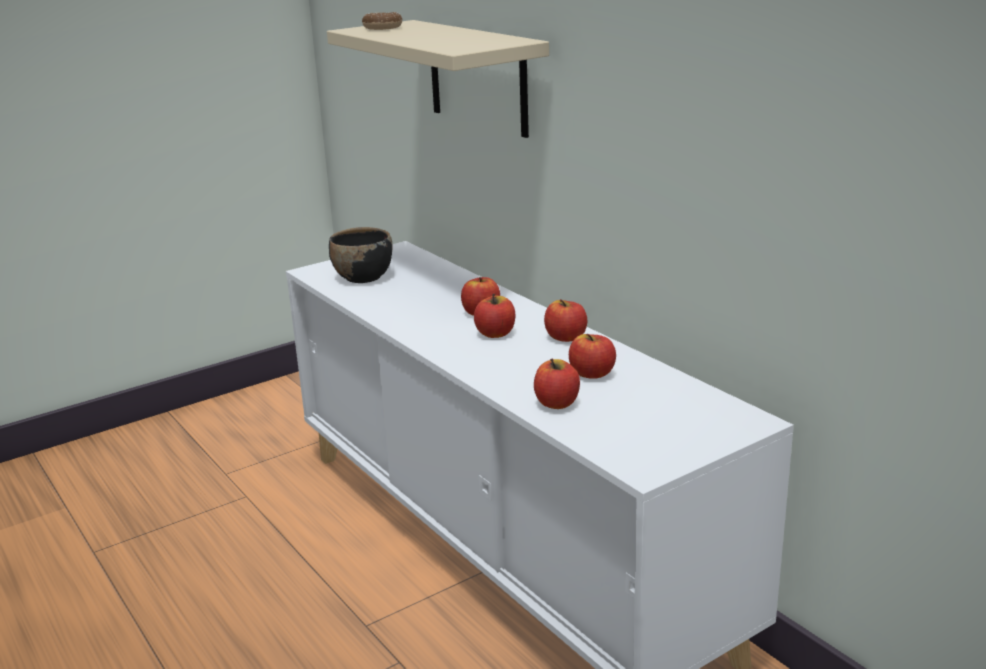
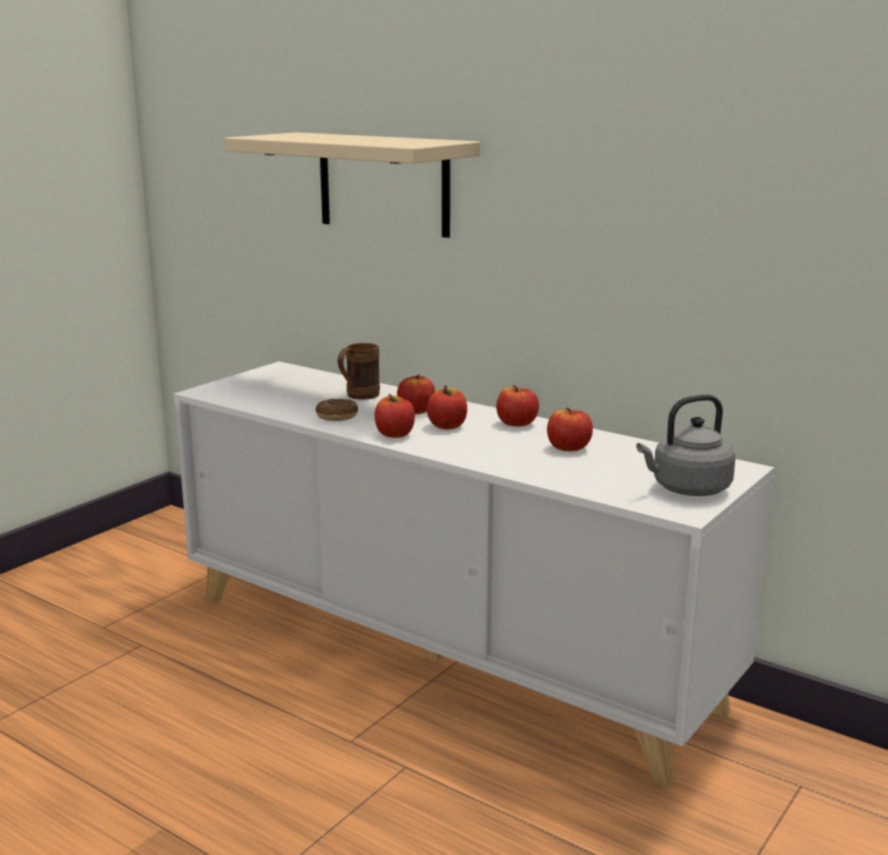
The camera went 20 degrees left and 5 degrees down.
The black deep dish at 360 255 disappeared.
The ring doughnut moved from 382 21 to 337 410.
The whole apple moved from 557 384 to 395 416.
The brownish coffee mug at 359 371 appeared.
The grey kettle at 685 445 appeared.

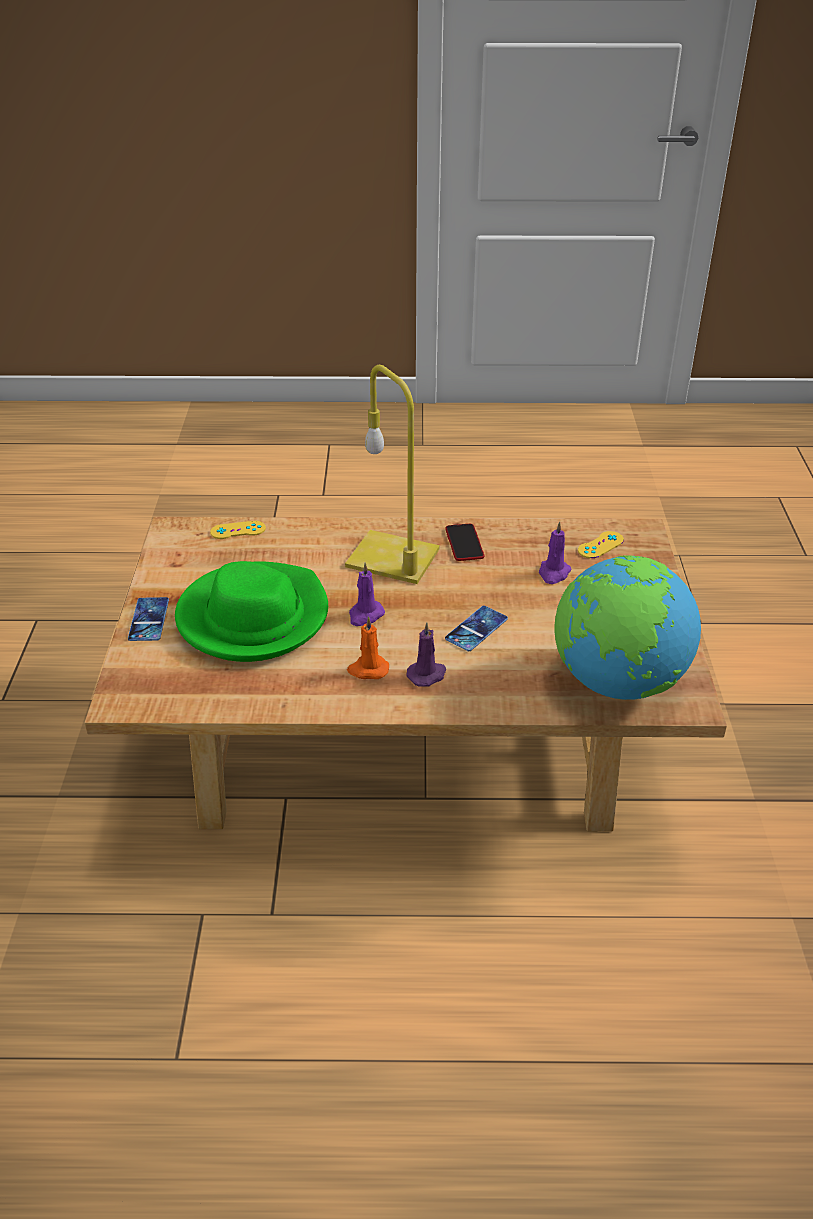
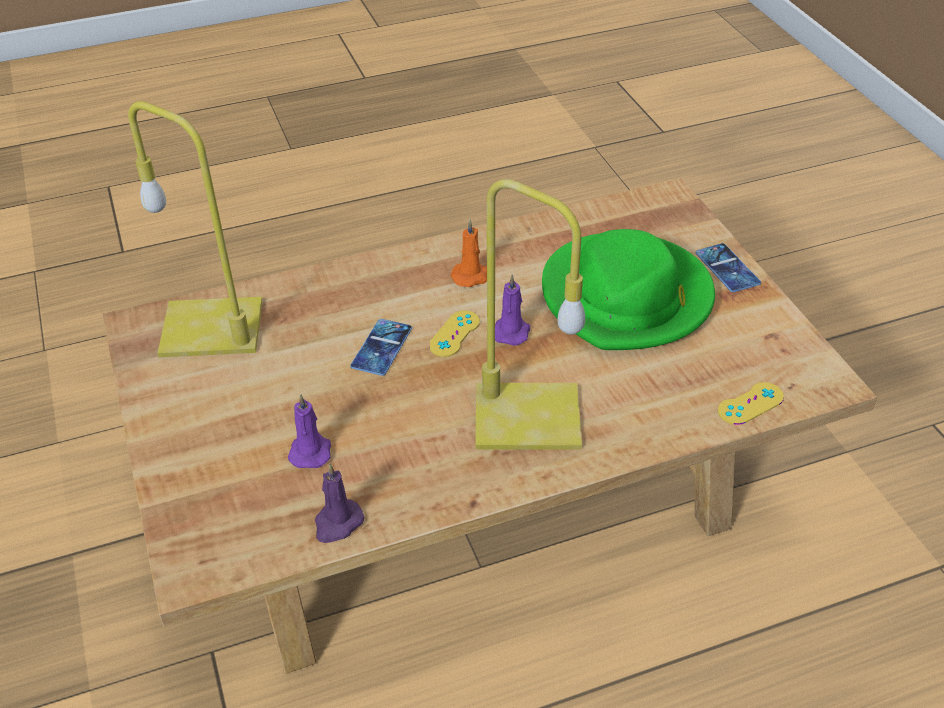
The camera went 160 degrees right and 5 degrees up.
The purplish wax light moved from 427 654 to 339 503.
The telephone at 464 542 disappeared.
The desk globe at 627 627 was replaced by the yellowish tabletop lamp at 195 229.
The yellowish game controller moved from 601 545 to 454 333.

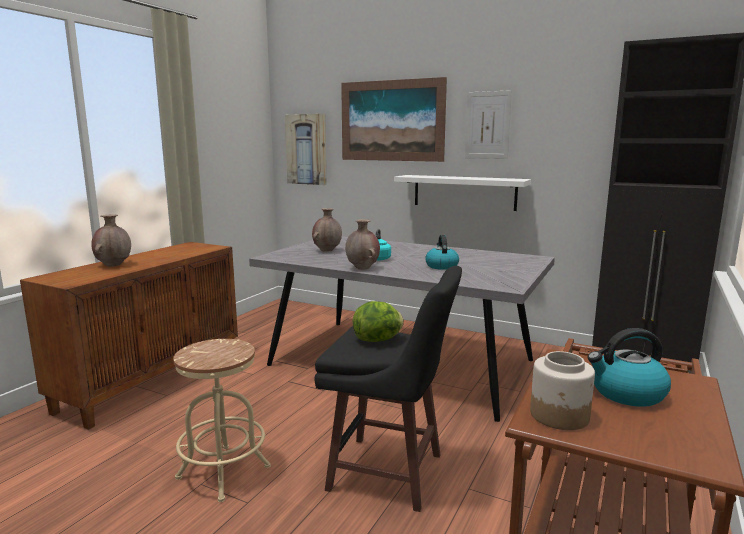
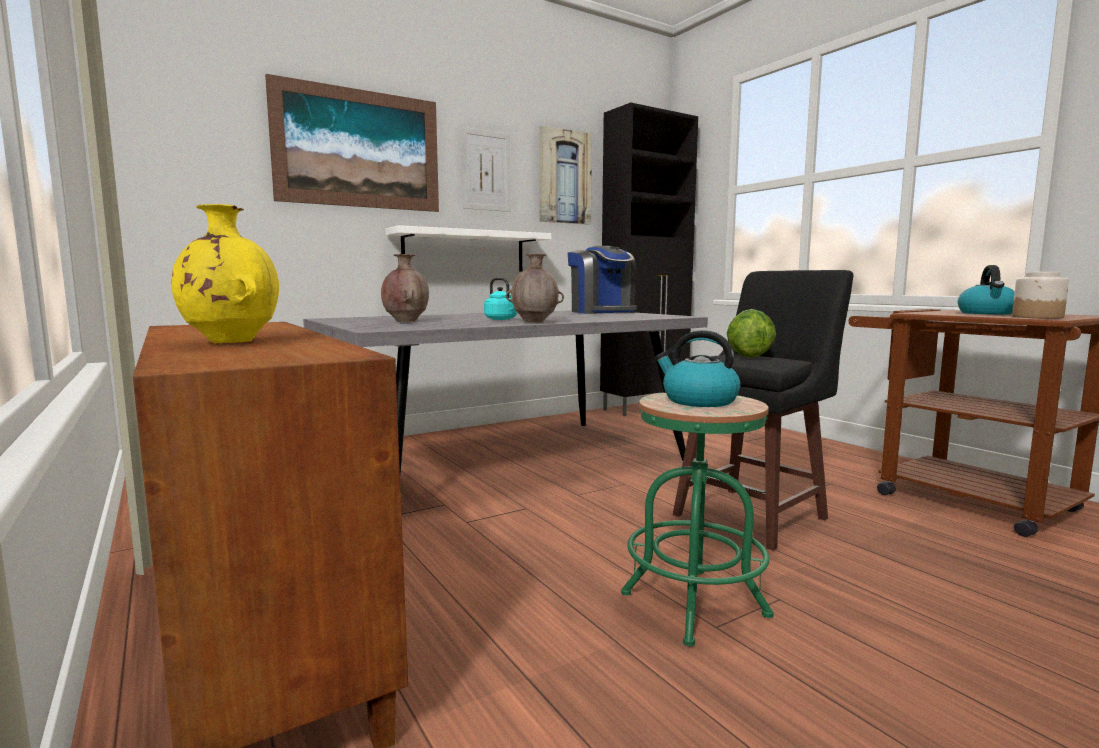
The camera went 60 degrees left and 5 degrees down.
The brownish flower vase at 111 240 became the yellowish flower vase at 225 273.
The beige stool at 222 420 became the greenish stool at 697 519.
The wall picture moved from 306 149 to 565 175.
The kettle moved from 442 252 to 698 368.
The coffee maker at 602 280 appeared.

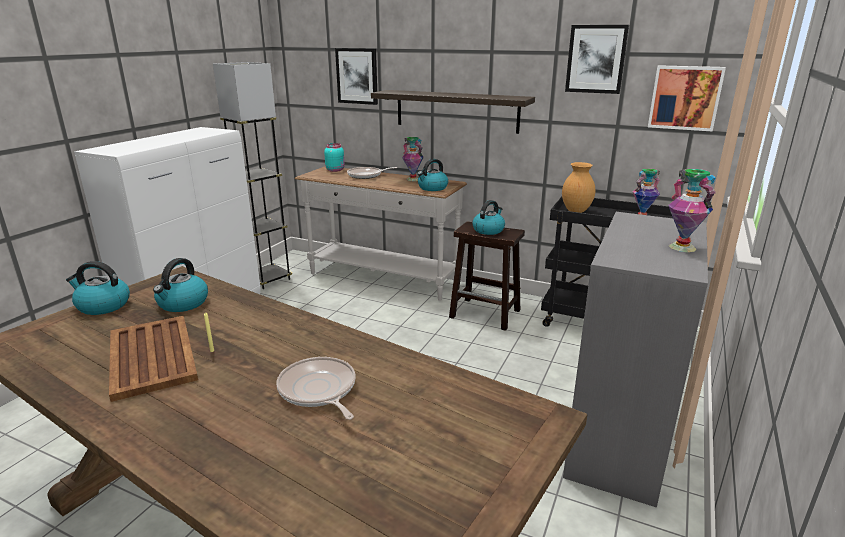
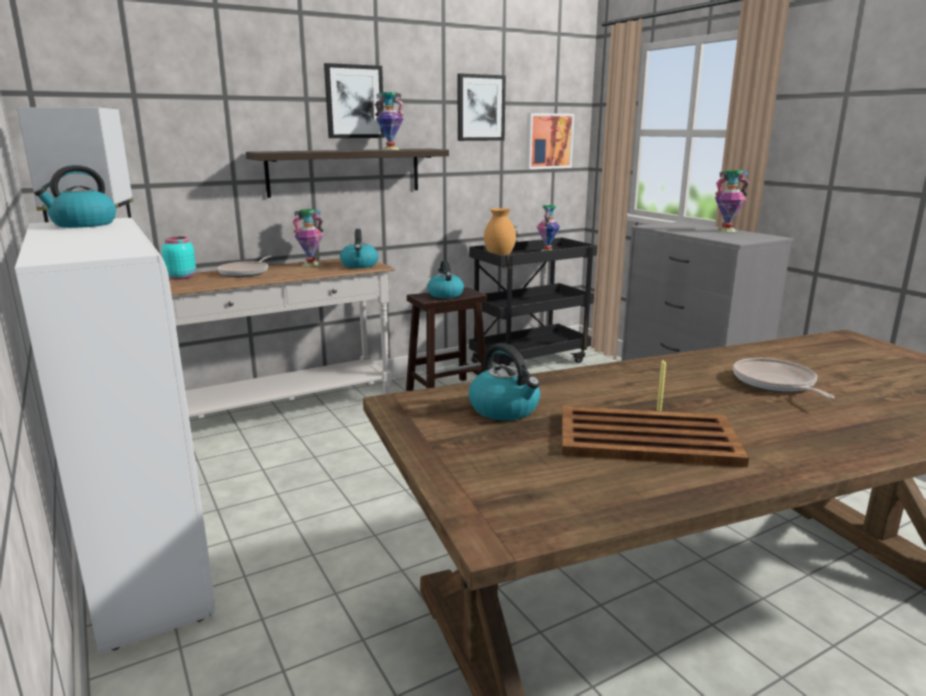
The camera went 55 degrees left and 5 degrees down.
The kettle moved from 98 288 to 75 196.
The frying pan at 316 388 turned 75 degrees clockwise.
The wall picture moved from 356 76 to 354 100.
The flower vase at 389 121 appeared.

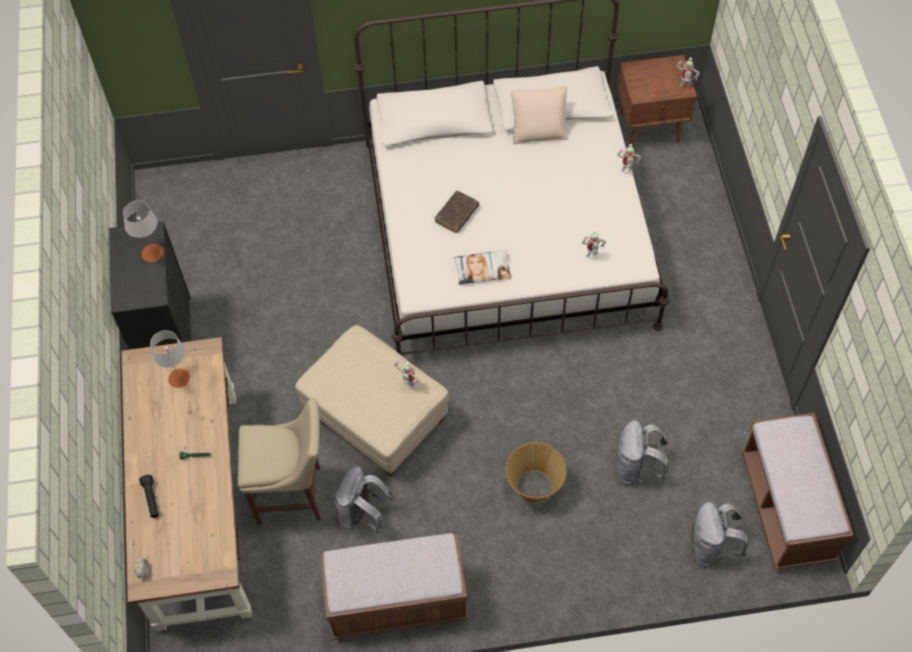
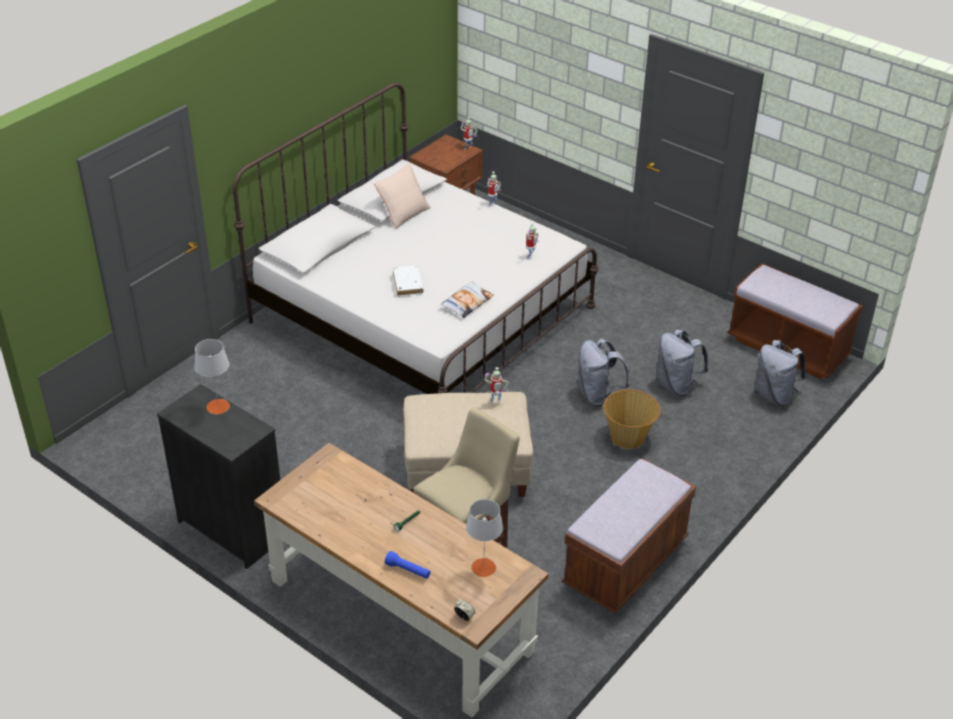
The camera went 45 degrees left and 20 degrees down.
The black flashlight at 149 496 became the blue-coloured flashlight at 407 565.
The grey tabletop lamp moved from 170 359 to 484 538.
The grey backpack moved from 364 500 to 603 372.
The brownish volume at 457 212 became the white-coloured volume at 408 281.

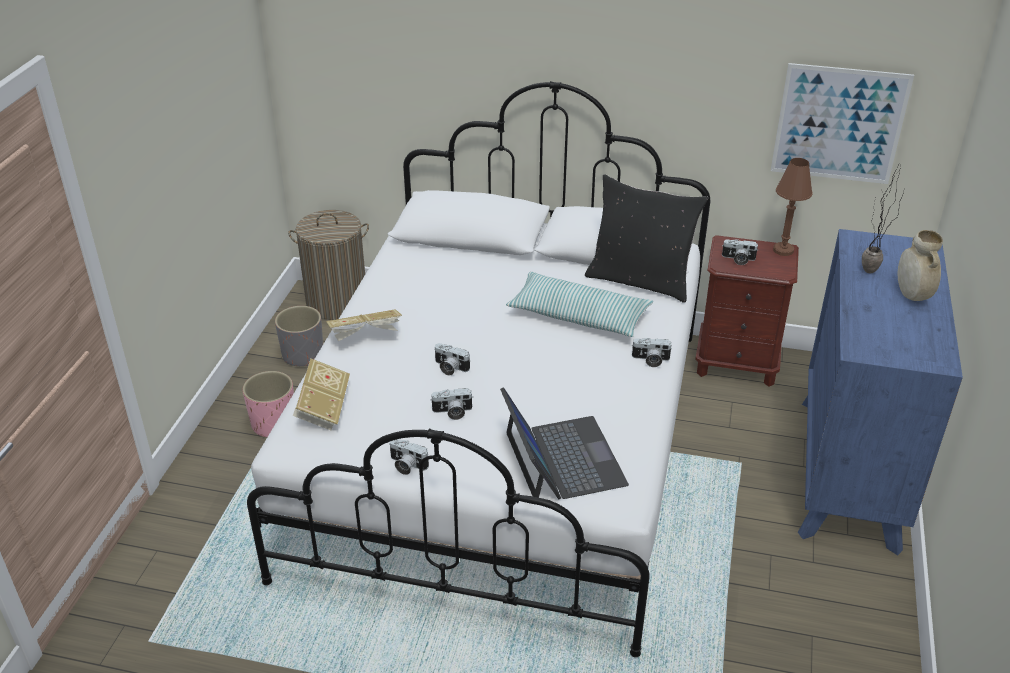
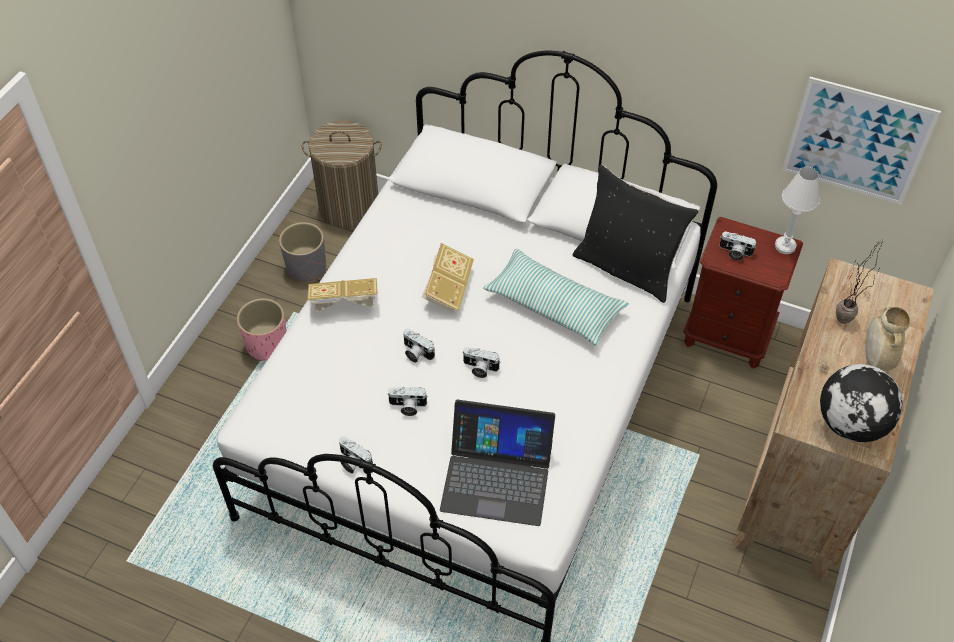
The camera went 10 degrees right and 15 degrees up.
The volume moved from 321 394 to 447 278.
The notebook computer at 564 443 turned 105 degrees clockwise.
The photo camera moved from 652 352 to 481 362.
The brownish tabletop lamp at 793 207 became the white-coloured tabletop lamp at 797 210.
The blue-coloured drawer chest at 880 392 became the brownish drawer chest at 833 420.
The desk globe at 861 403 appeared.

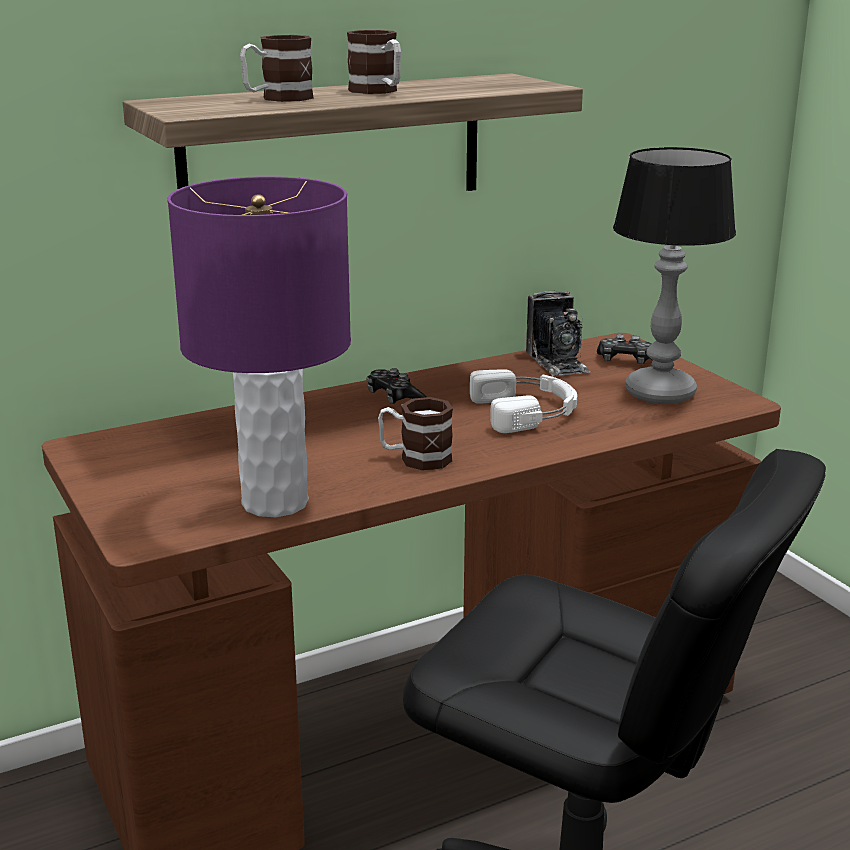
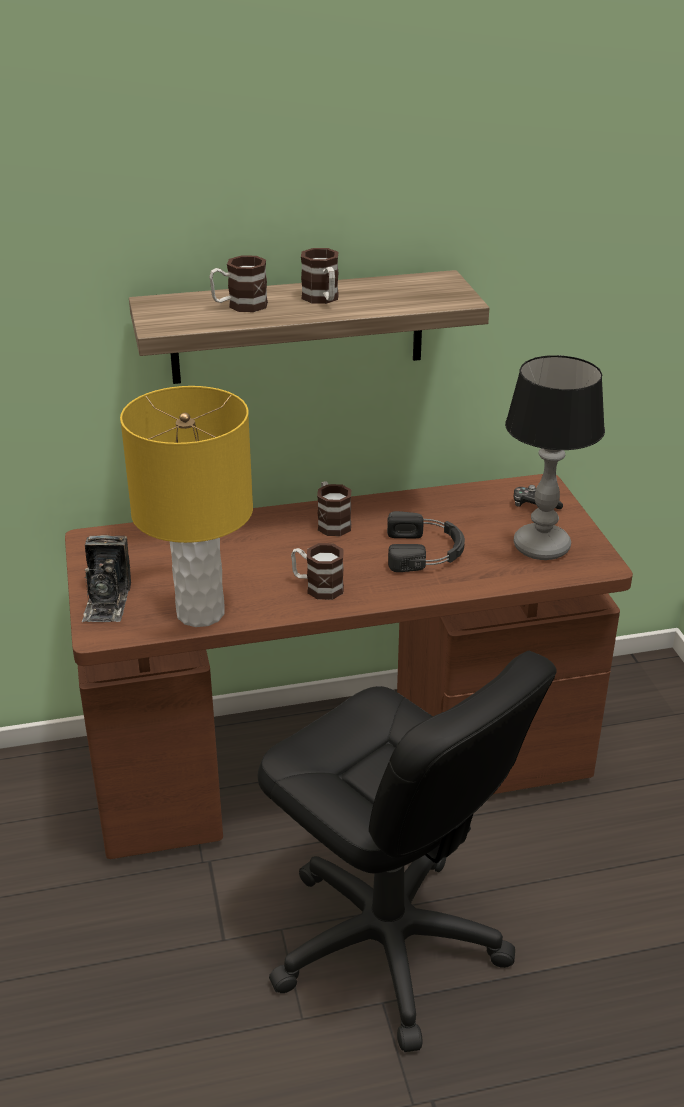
The camera went 15 degrees right and 10 degrees up.
The purplish tabletop lamp at 259 346 became the yellowish tabletop lamp at 186 506.
The game controller at 396 386 was replaced by the coffee mug at 334 508.
The white-coloured headset at 523 401 became the black headset at 426 541.
The photo camera moved from 558 333 to 106 578.

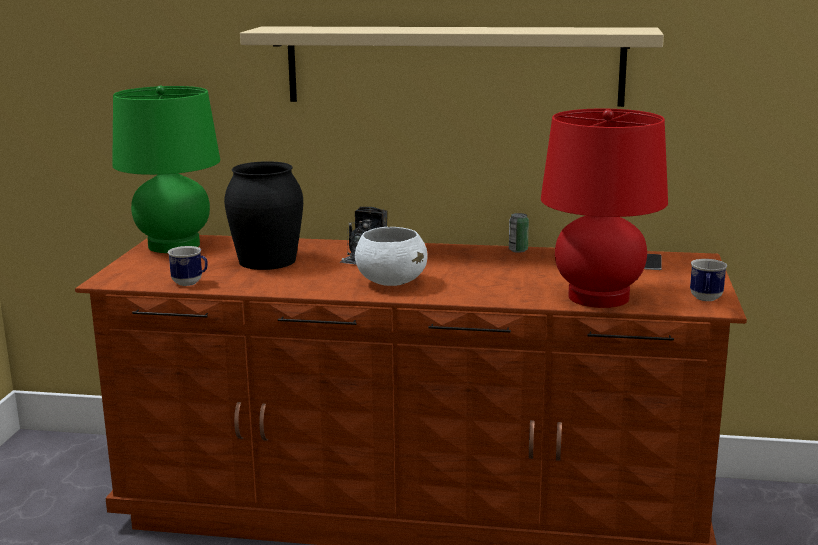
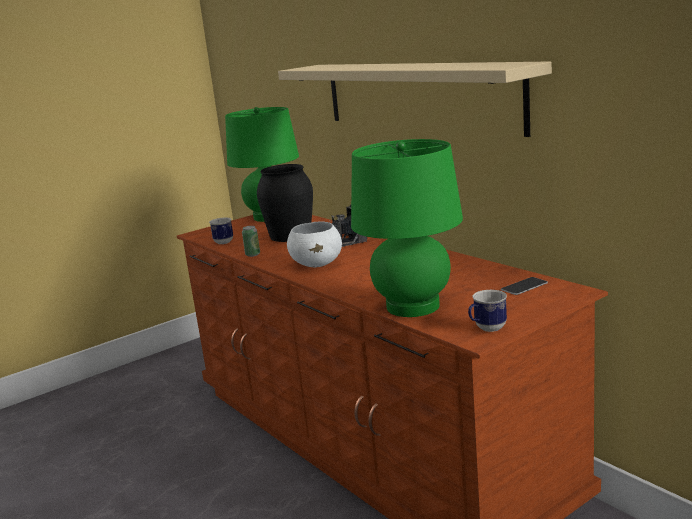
The camera went 45 degrees right and 0 degrees up.
The can moved from 519 233 to 251 241.
The reddish tabletop lamp at 604 208 became the greenish tabletop lamp at 407 228.

